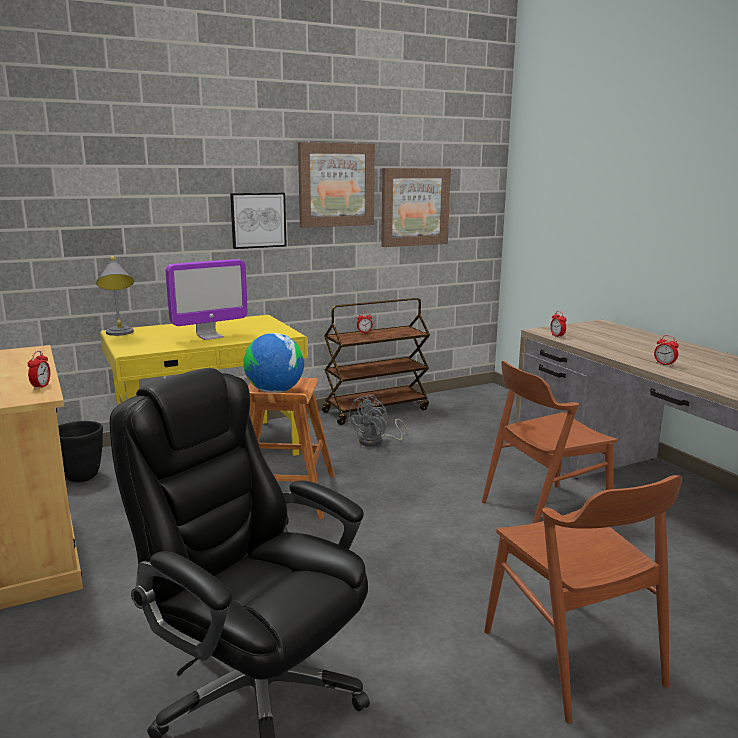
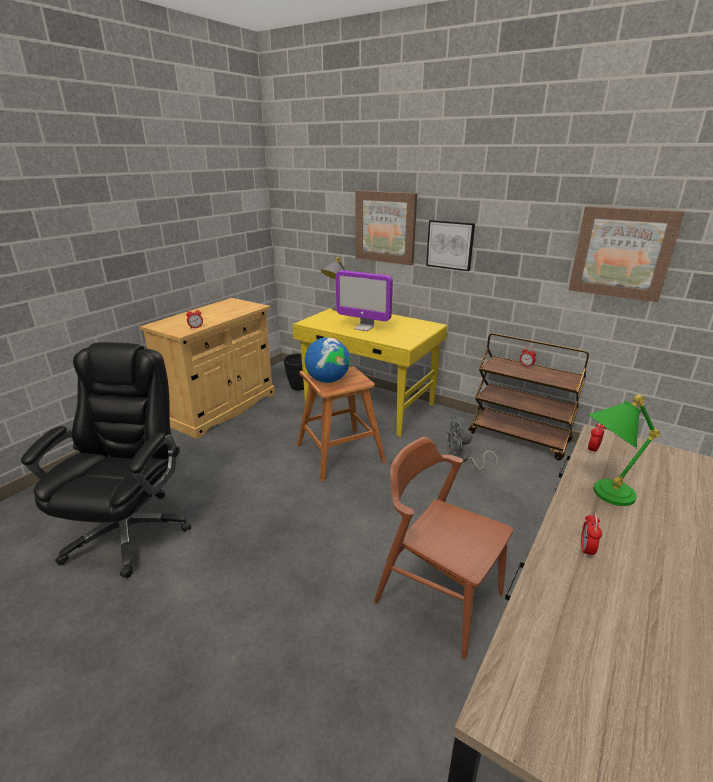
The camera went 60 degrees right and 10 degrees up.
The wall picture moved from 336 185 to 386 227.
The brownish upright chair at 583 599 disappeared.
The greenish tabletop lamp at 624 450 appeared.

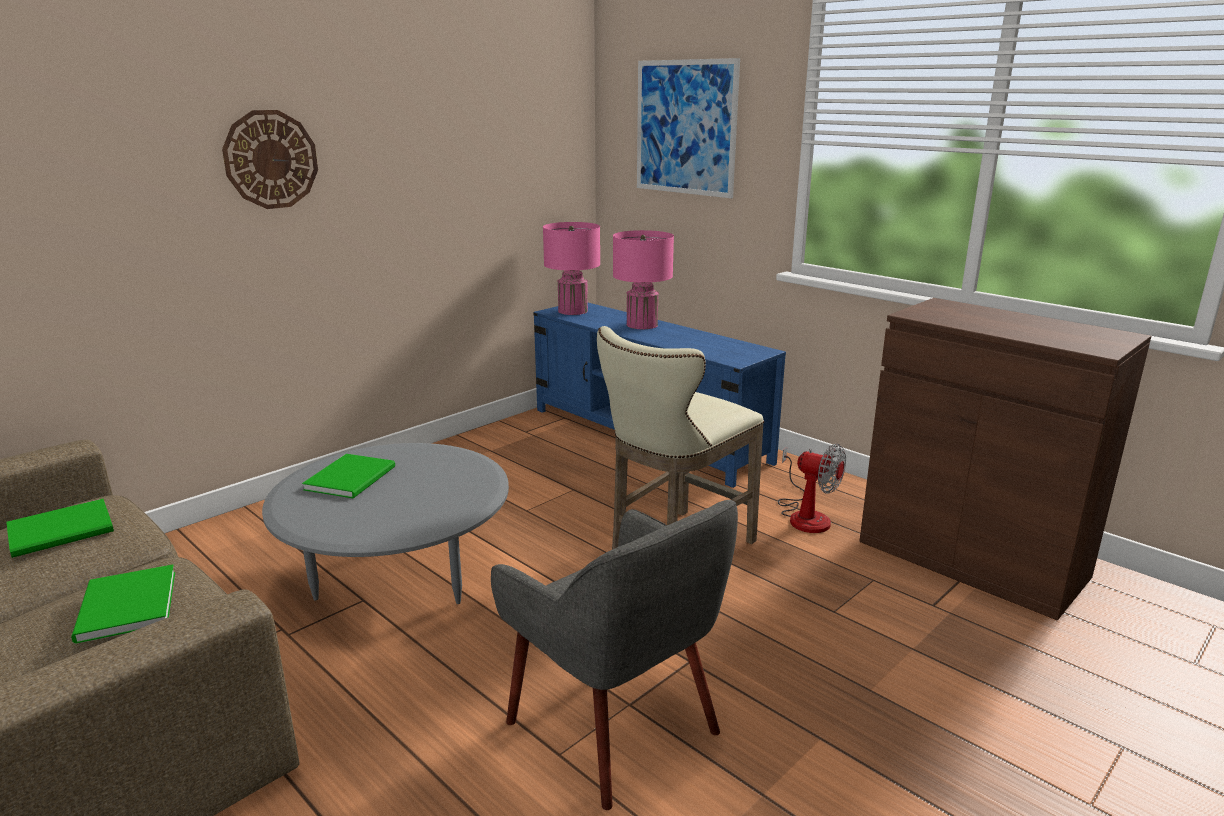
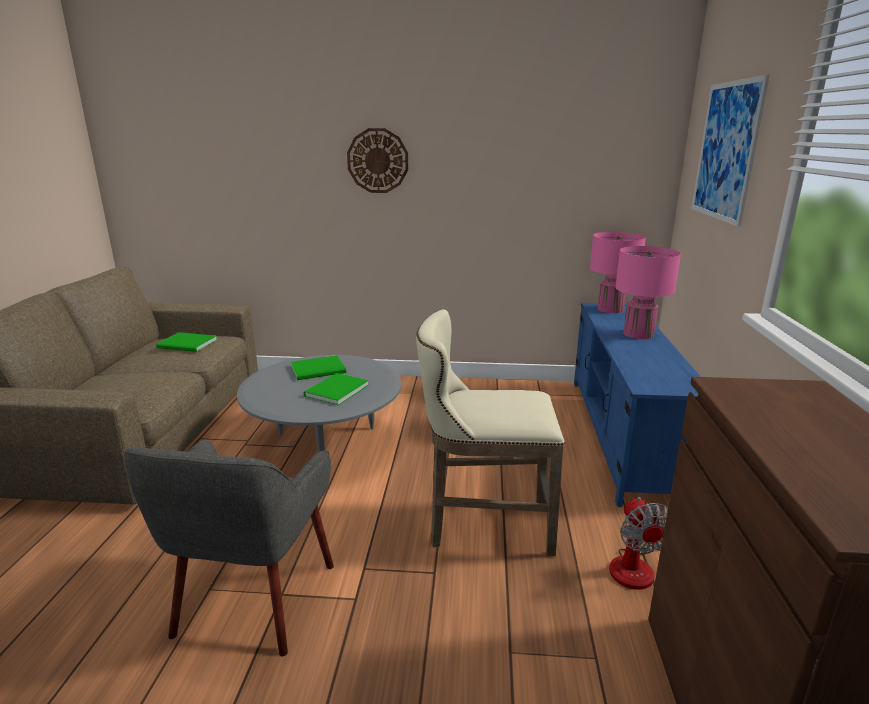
The camera went 50 degrees right and 0 degrees up.
The greenish volume moved from 123 604 to 336 389.

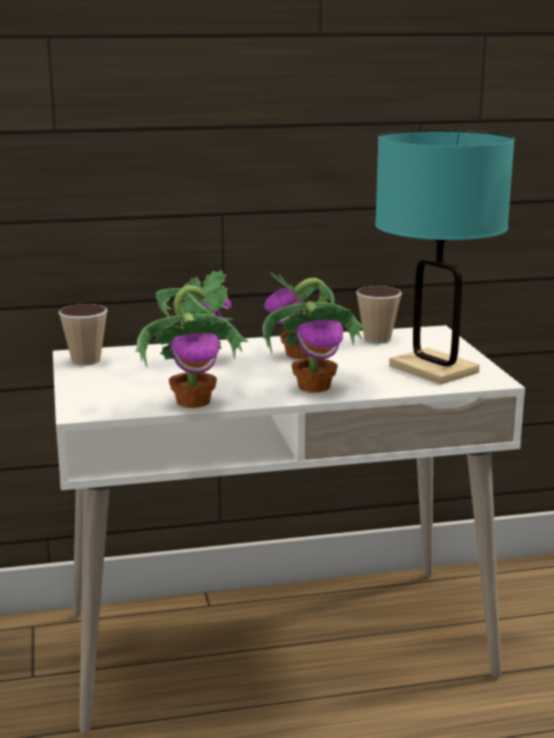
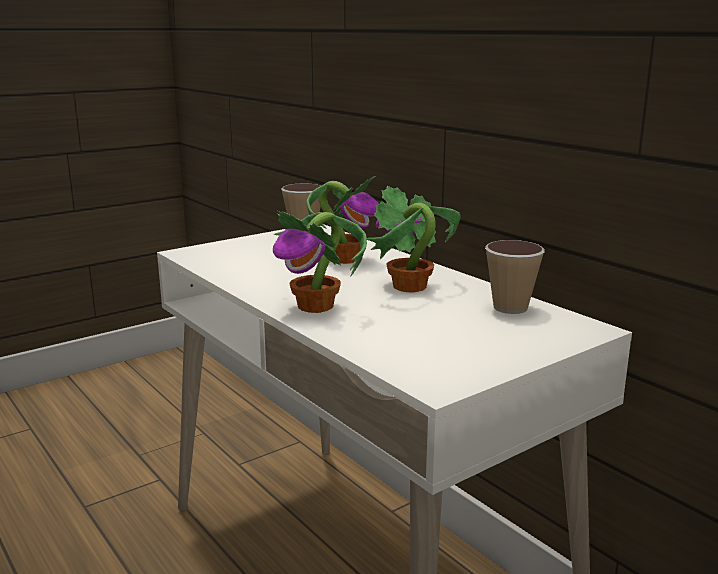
The camera went 65 degrees right and 0 degrees up.
The houseplant at 192 360 disappeared.
The turquoise tabletop lamp at 445 257 disappeared.

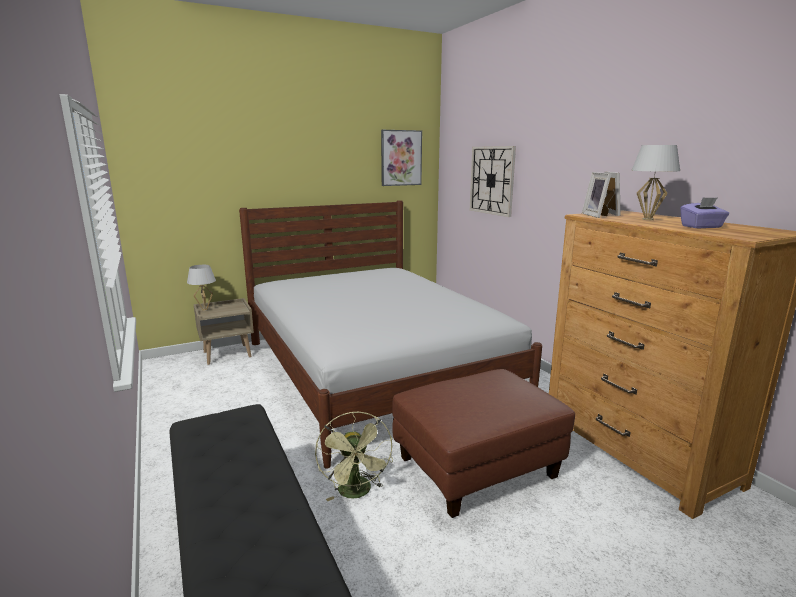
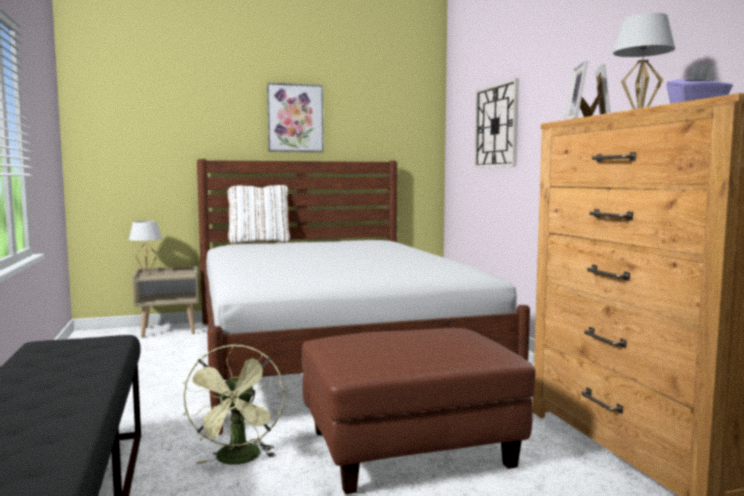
The camera went 10 degrees right and 10 degrees down.
The wall picture moved from 401 158 to 295 117.
The white-coloured cushion at 258 214 appeared.

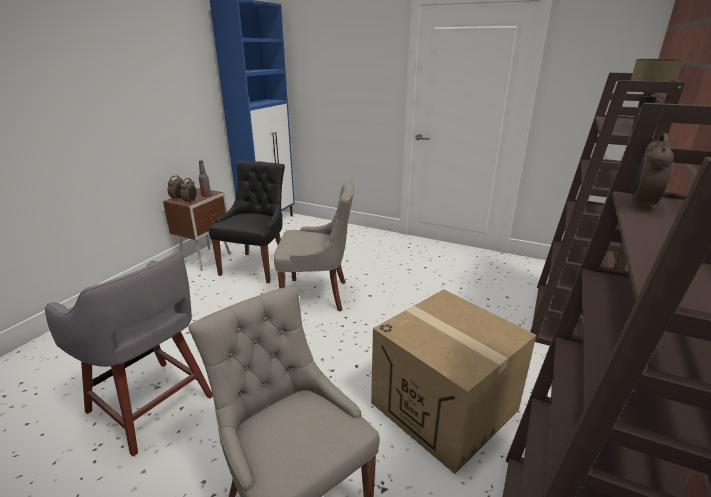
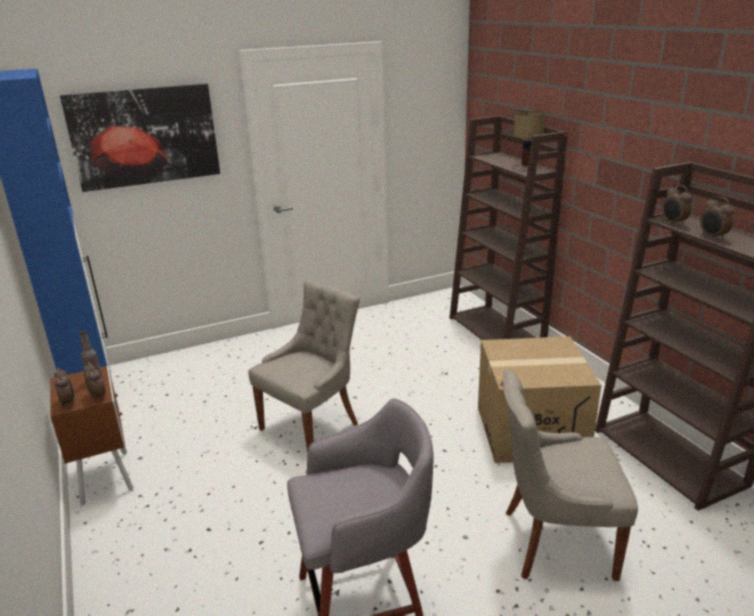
The camera went 50 degrees left and 0 degrees up.
The black upright chair at 247 222 disappeared.
The wall picture at 140 138 appeared.
The table clock at 717 218 appeared.

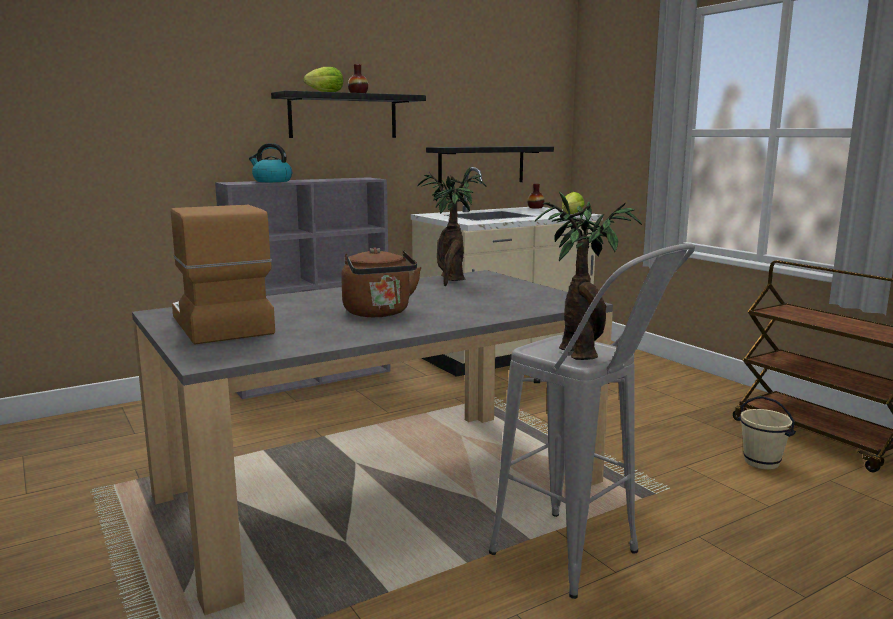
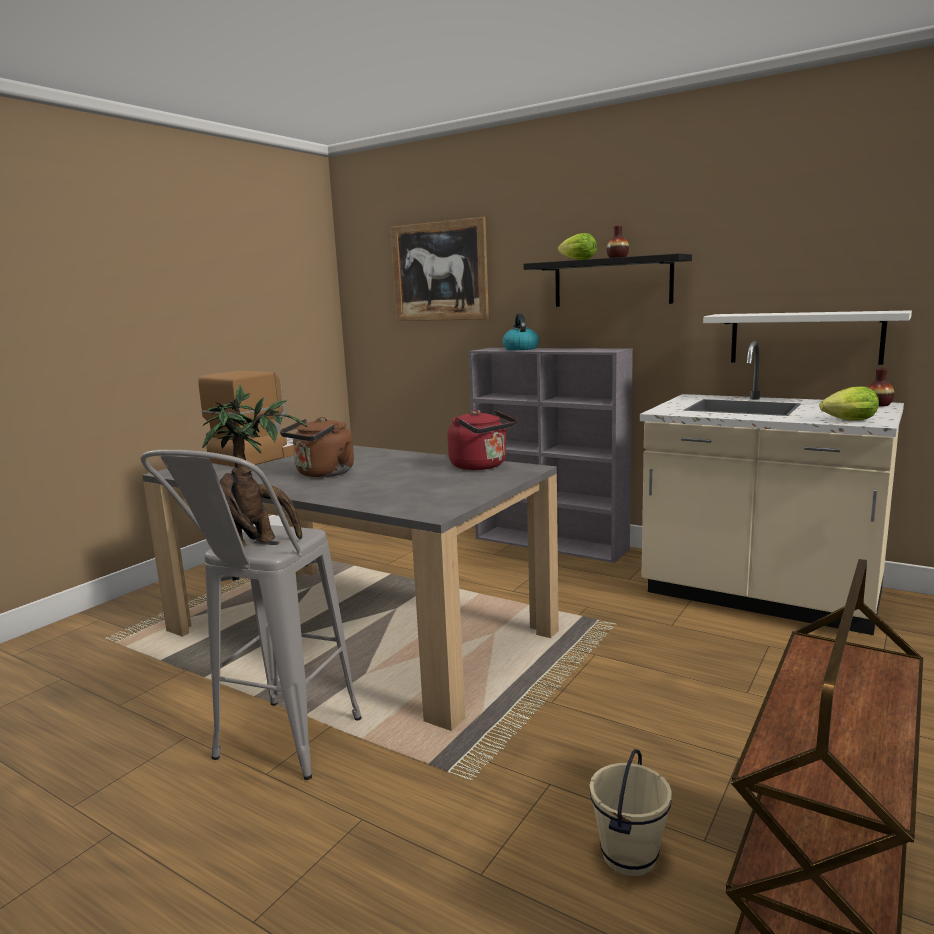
The camera went 65 degrees right and 0 degrees up.
The houseplant at 452 226 was replaced by the reddish kettle at 482 440.
The black bracket shelf at 490 164 became the white-coloured bracket shelf at 807 337.
The wall picture at 440 269 appeared.

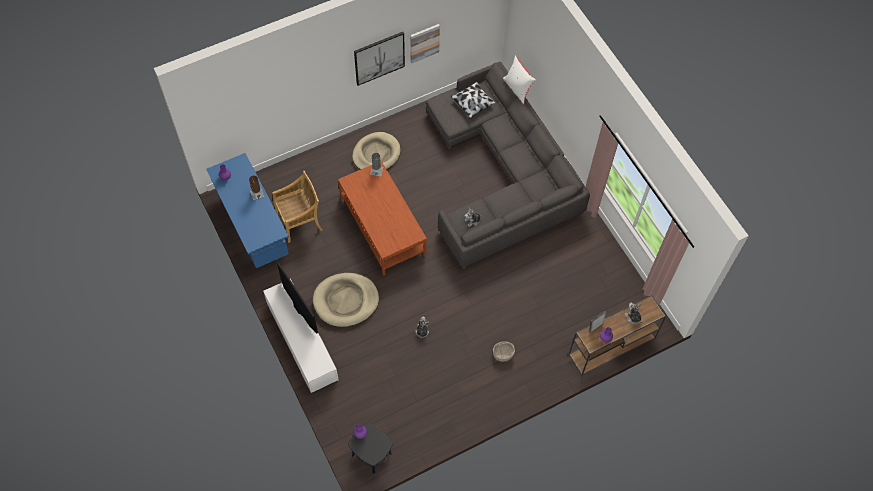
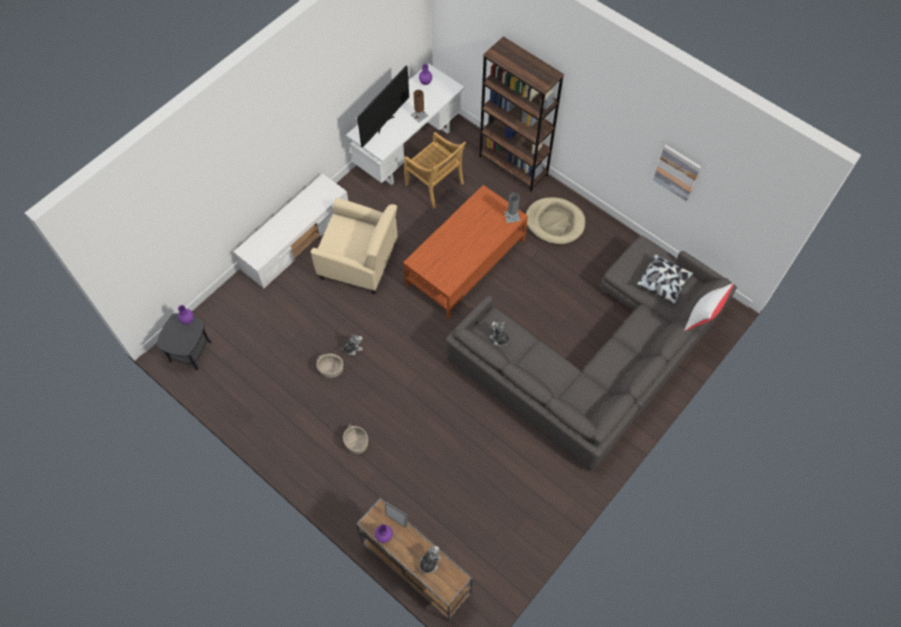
The camera went 70 degrees right and 0 degrees up.
The blue-coloured desk table at 247 210 became the white-coloured desk table at 405 124.
The television moved from 297 297 to 383 107.
The beige dog bed at 346 300 was replaced by the beige lounge chair at 354 246.
The wall picture at 379 59 disappeared.
The basket at 329 366 appeared.
The brownish bookcase at 521 114 appeared.

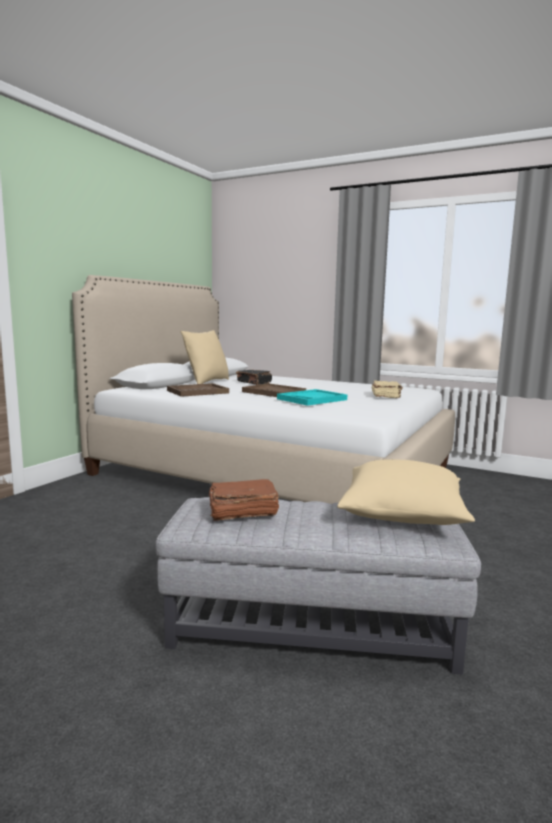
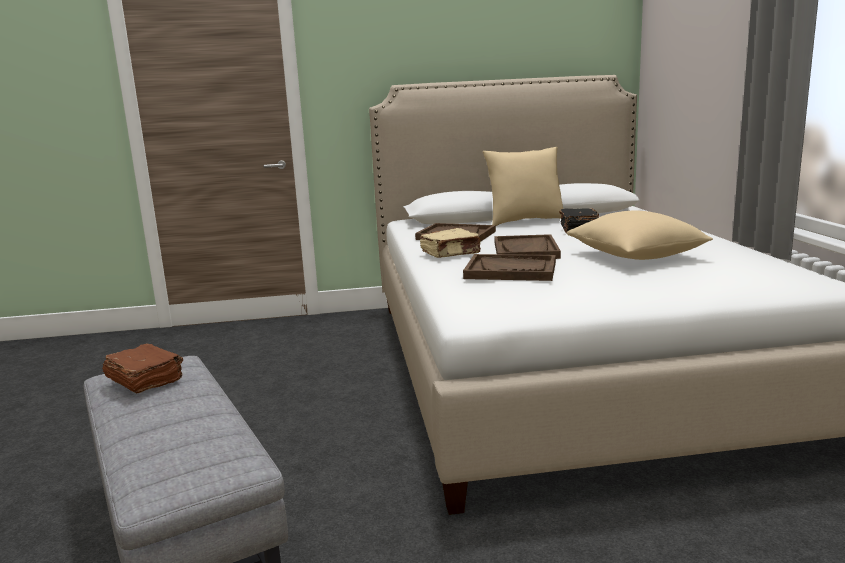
The camera went 55 degrees right and 5 degrees up.
The turquoise tray at 312 397 became the brownish tray at 509 267.
The beige cushion moved from 406 492 to 640 235.
The beige volume moved from 387 389 to 450 243.

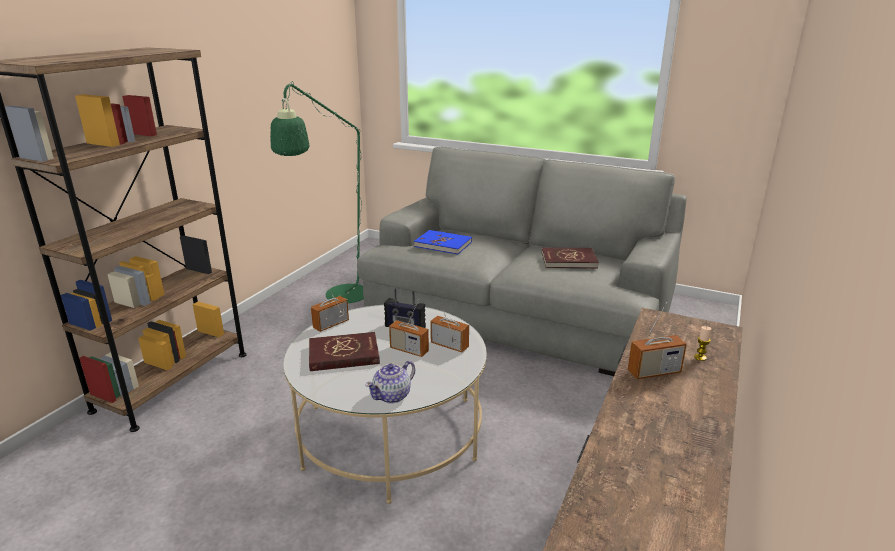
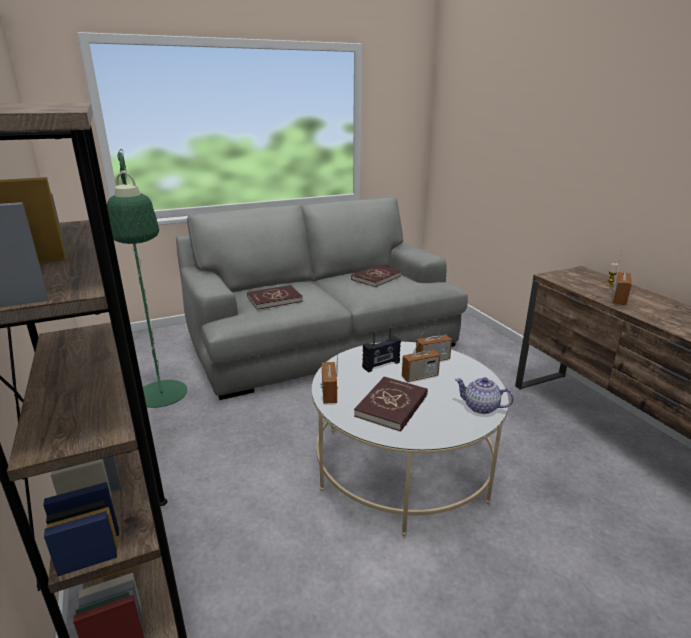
The camera went 50 degrees left and 0 degrees up.
The pot for tea at 390 382 turned 120 degrees clockwise.
The blue-coloured volume at 443 242 became the reddish volume at 275 297.

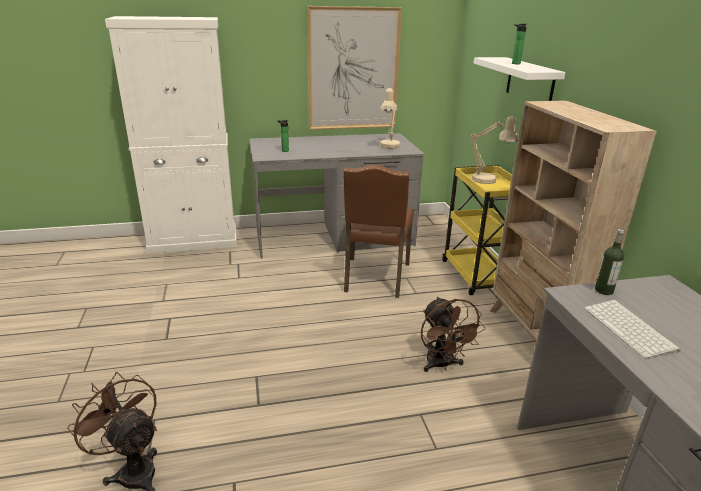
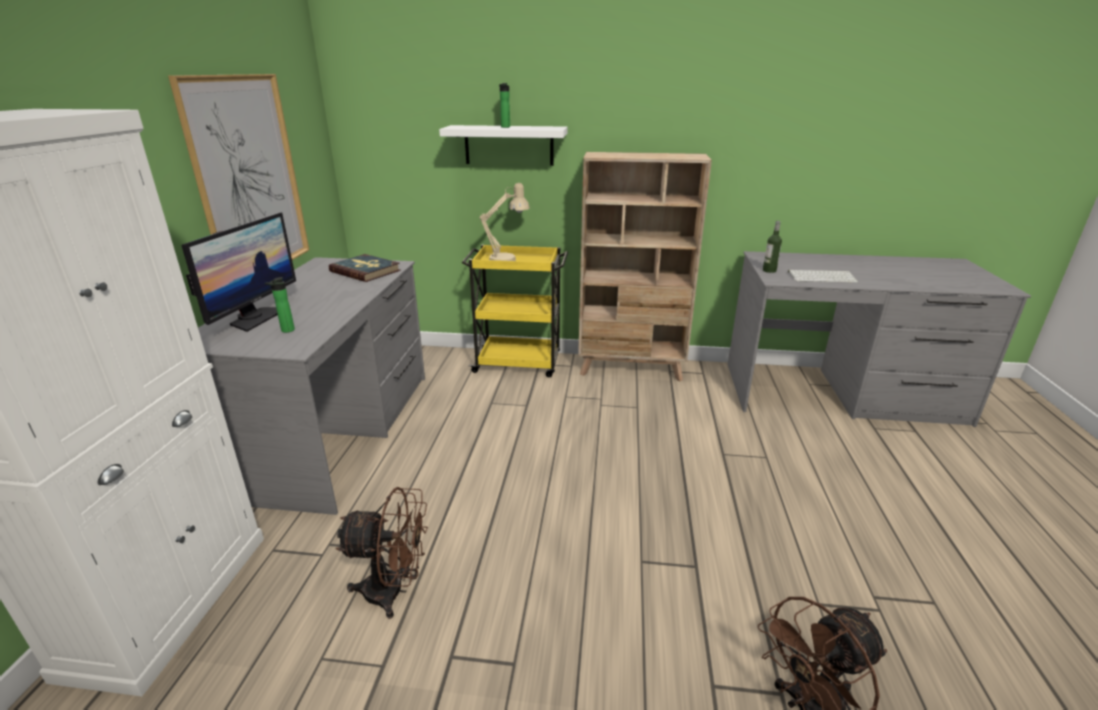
The camera went 70 degrees left and 0 degrees up.
The brownish upright chair at 378 231 disappeared.
The beige tabletop lamp at 390 118 was replaced by the volume at 365 268.
The brownish fan moved from 453 334 to 382 553.
The monitor at 238 272 appeared.

